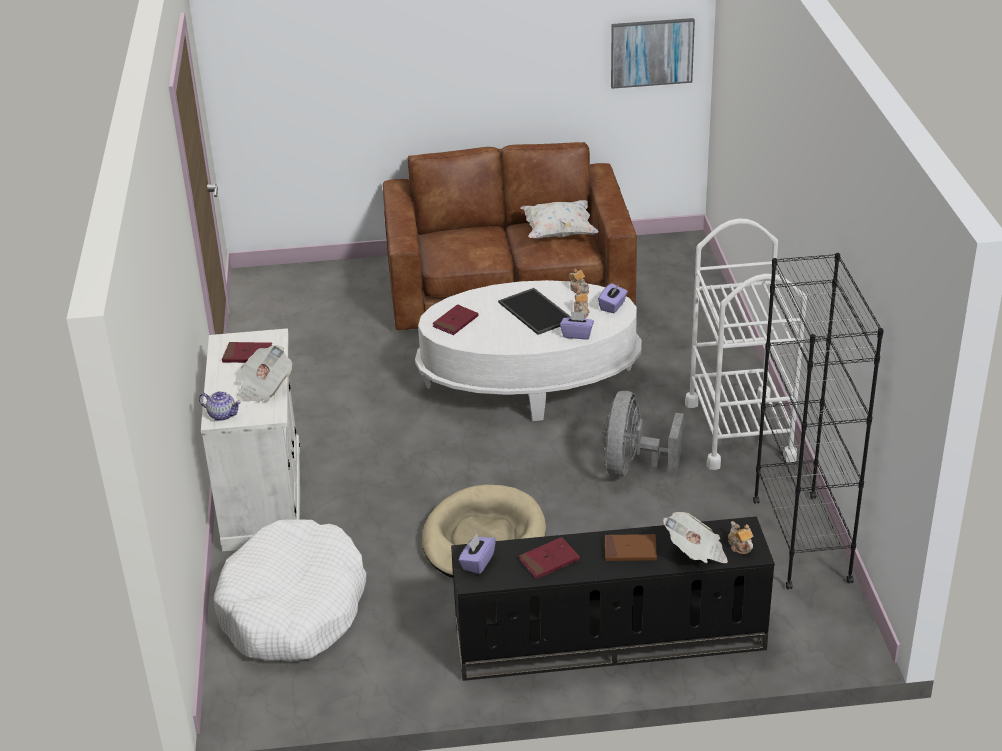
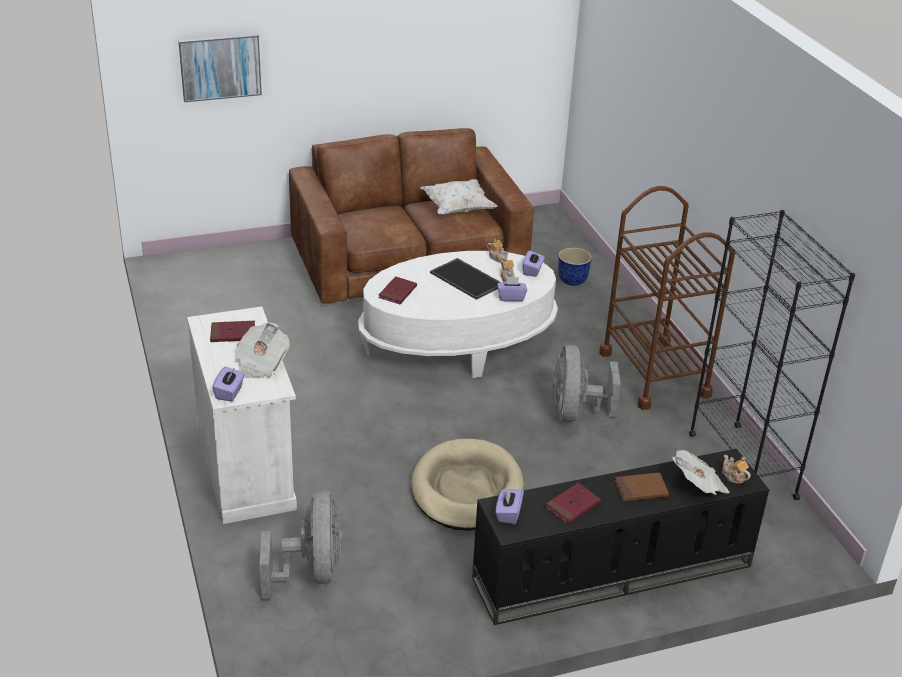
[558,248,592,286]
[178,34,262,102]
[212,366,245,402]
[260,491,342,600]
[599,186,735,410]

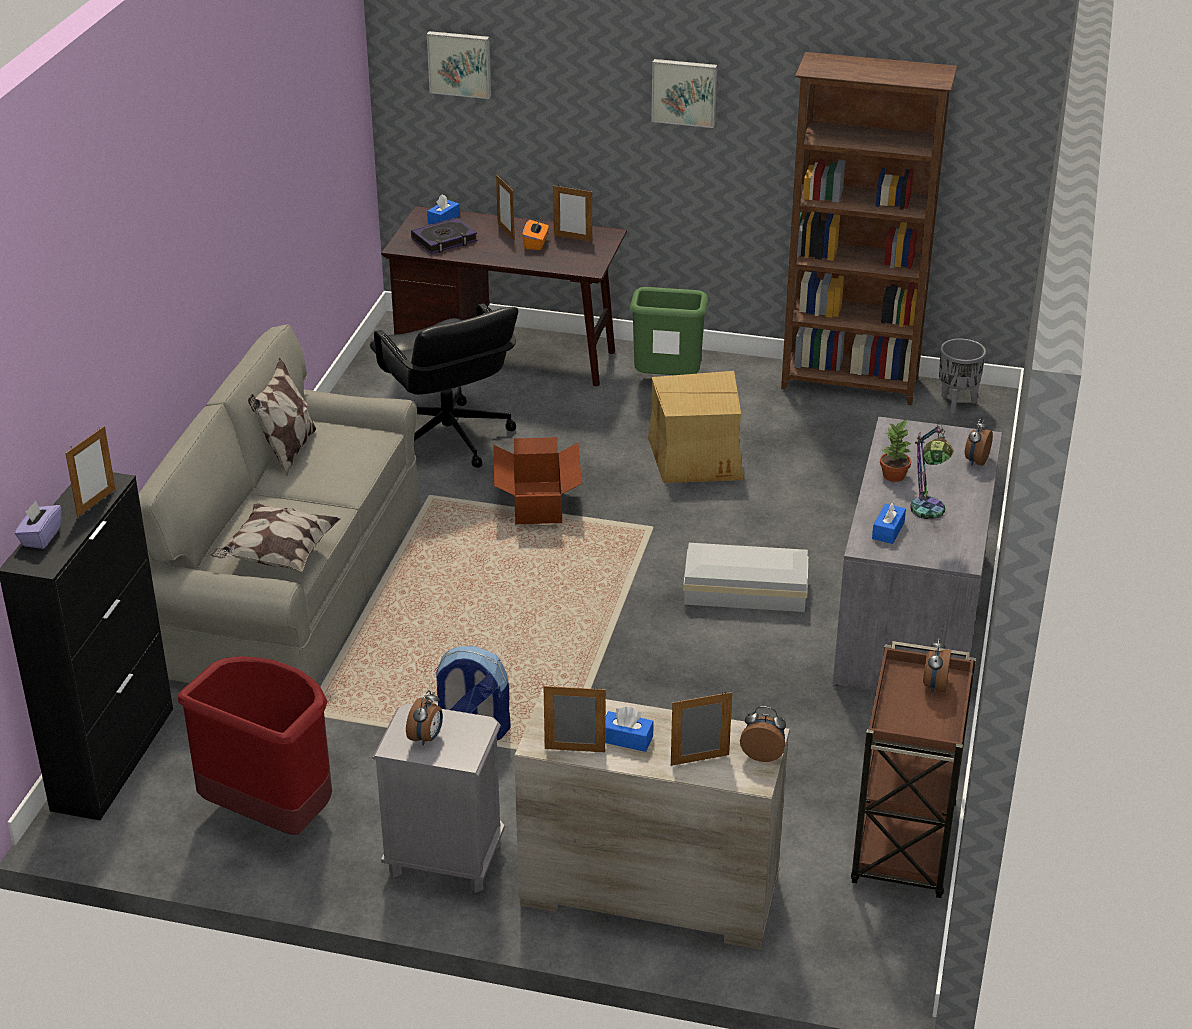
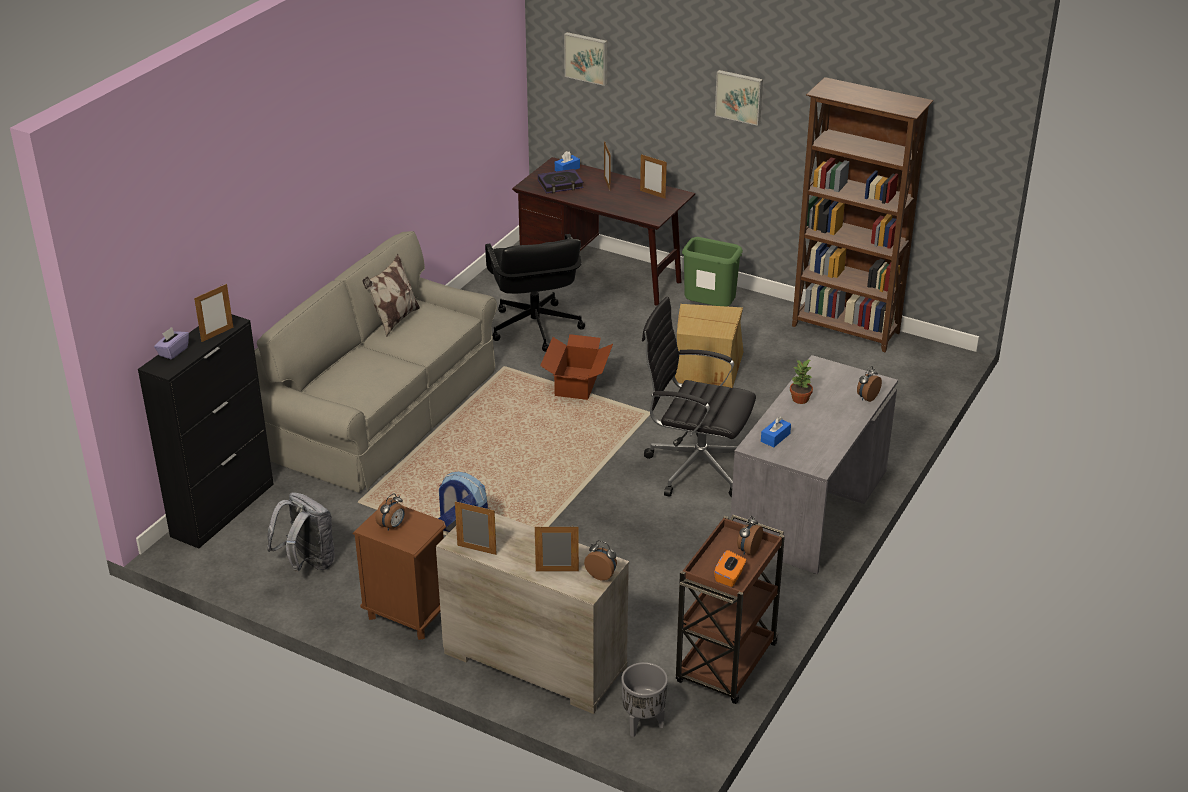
[211,503,341,572] (first image)
[605,707,654,752] (first image)
[910,422,953,519] (first image)
[714,550,746,587]
[621,662,668,737]
[267,492,335,572]
[642,297,756,498]
[352,506,446,640]

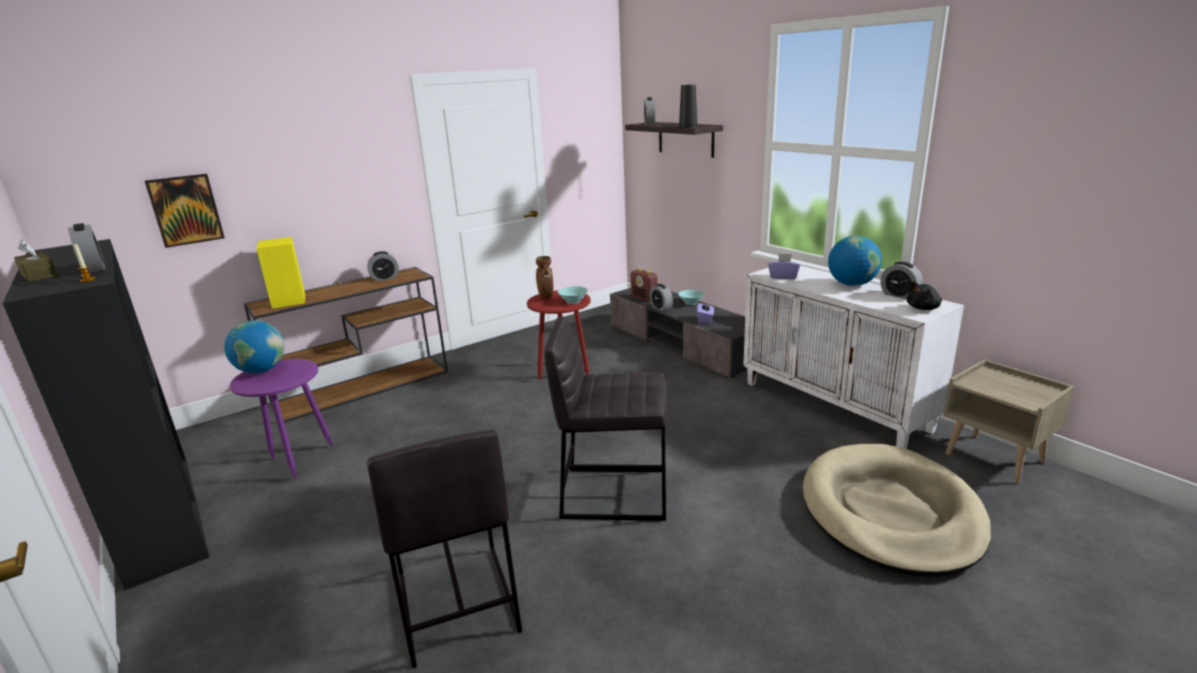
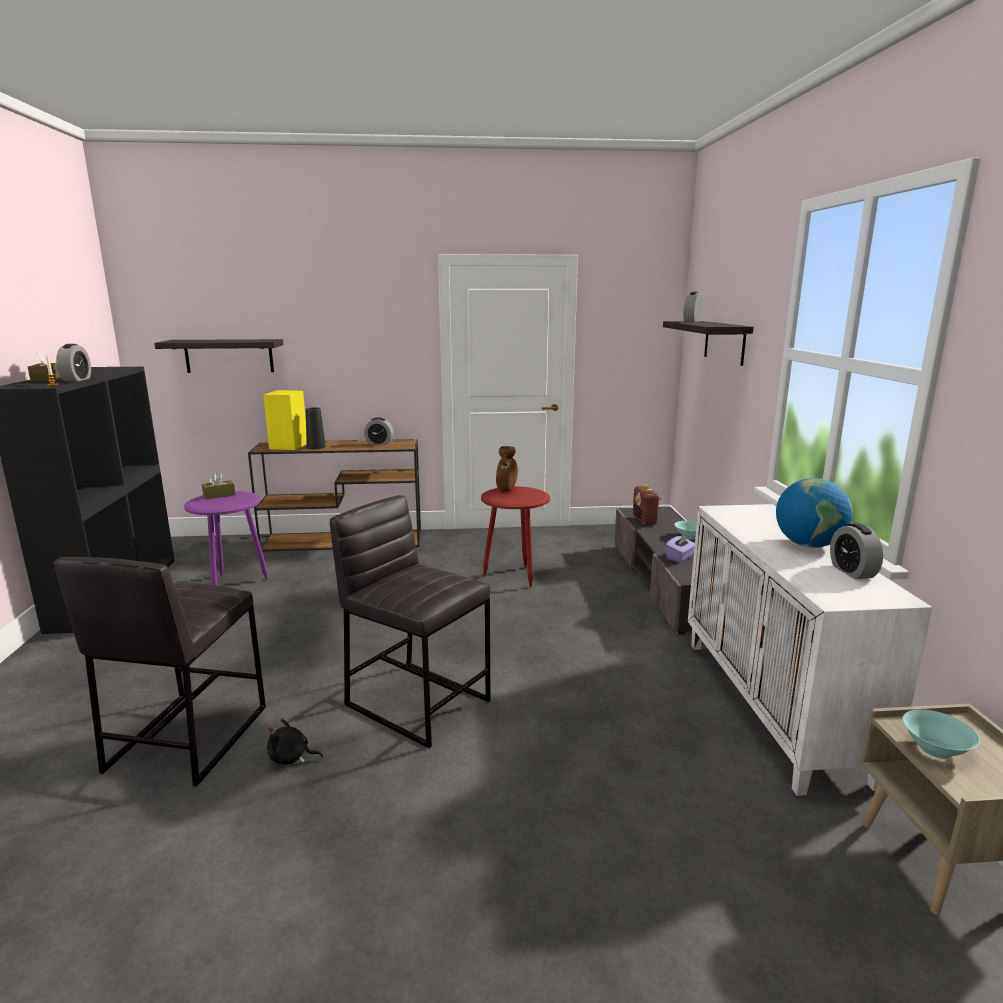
[650,284,673,311] (first image)
[768,253,800,279] (first image)
[803,444,991,577] (first image)
[903,709,980,759]
[306,407,326,449]
[267,719,323,765]
[154,339,284,373]
[202,473,236,499]

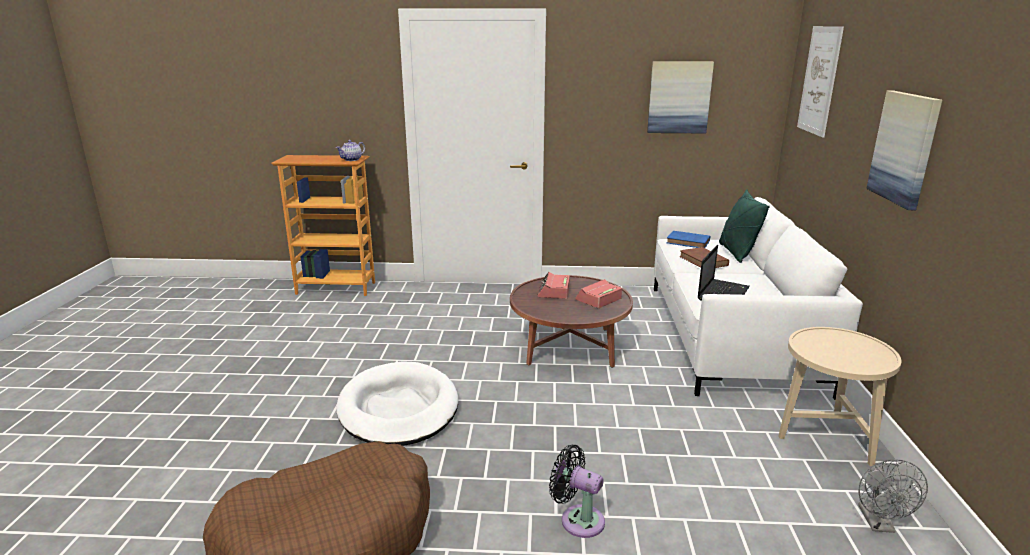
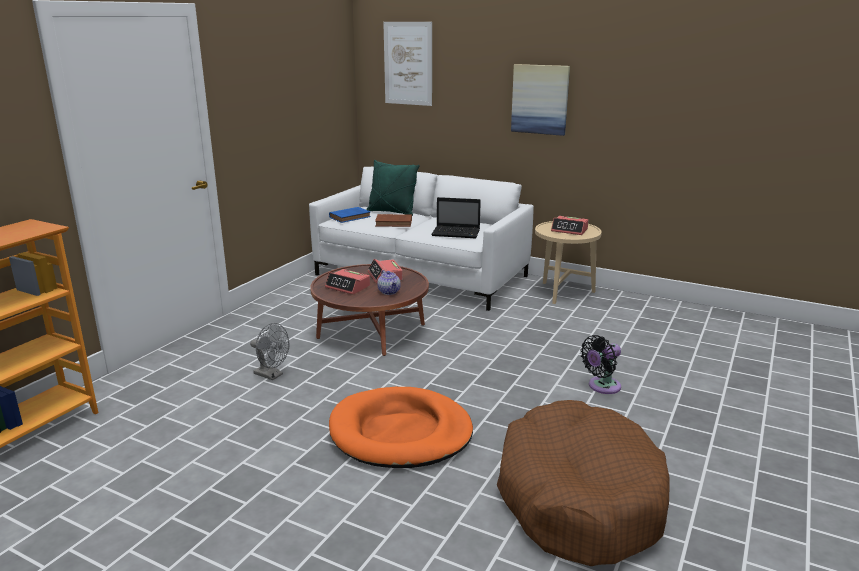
[647,61,714,133] (first image)
[551,216,588,235]
[377,270,401,295]
[250,323,289,380]
[329,387,473,468]
[431,197,481,238]

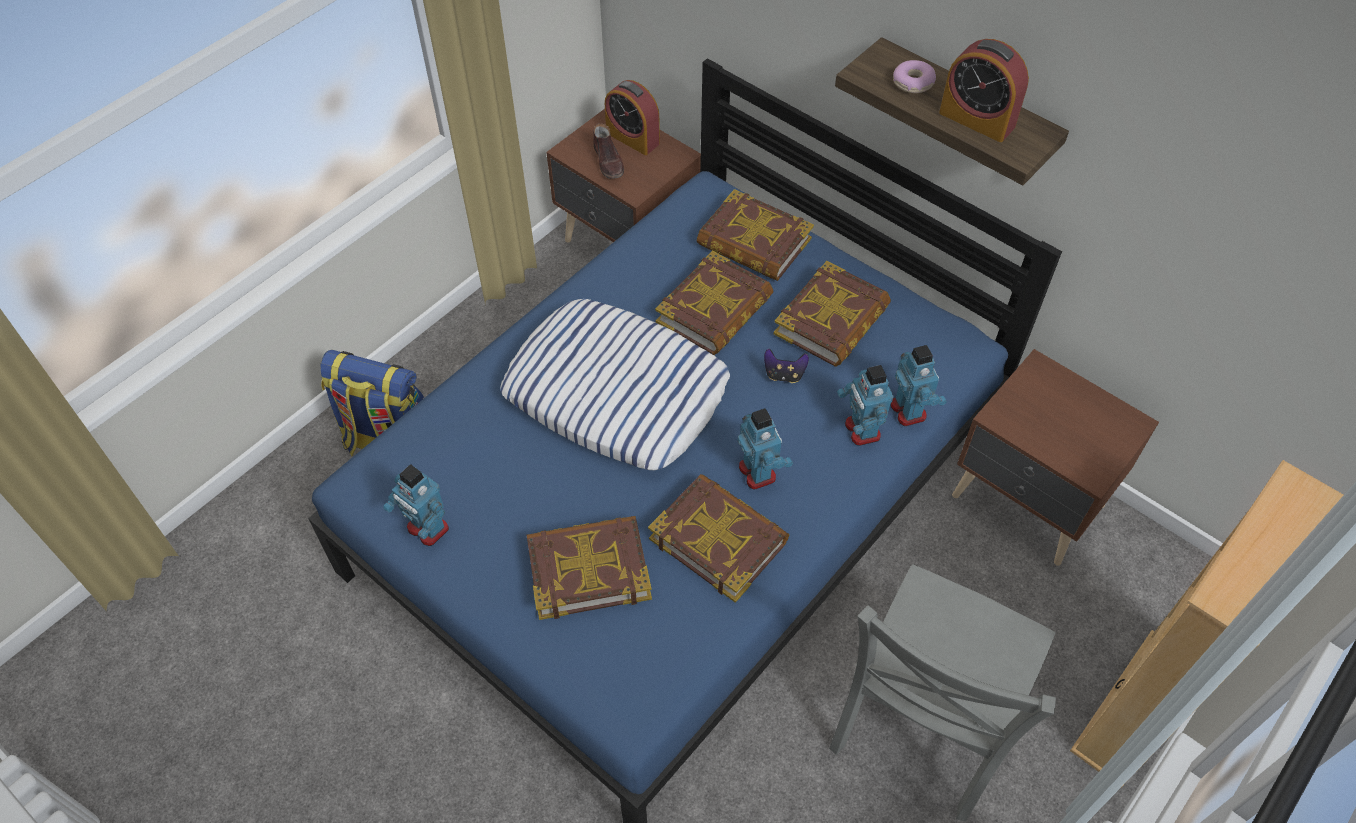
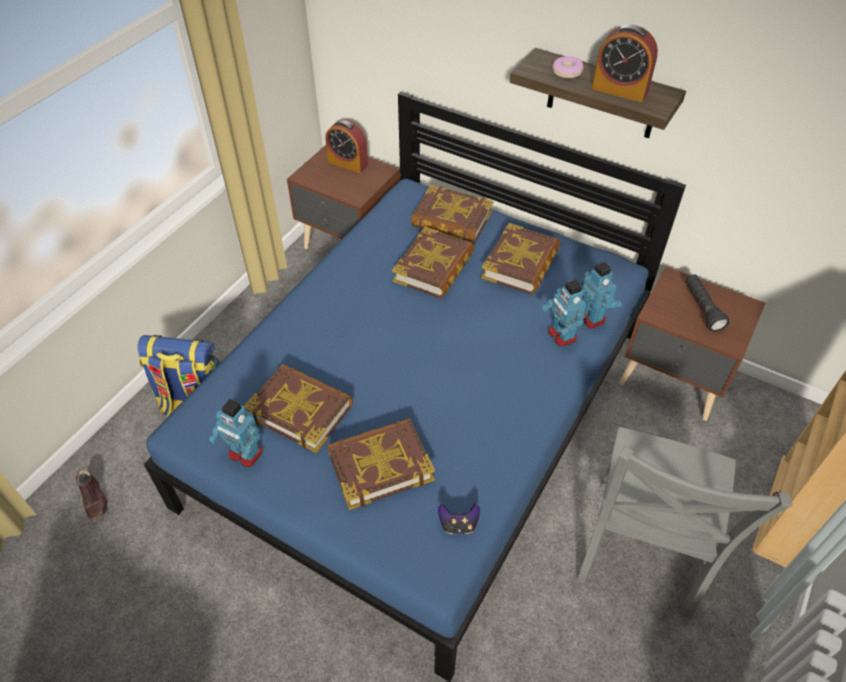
[500,299,730,470] (first image)
[738,408,793,490] (first image)
[685,274,729,332]
[76,469,107,522]
[244,364,353,453]
[438,504,480,534]

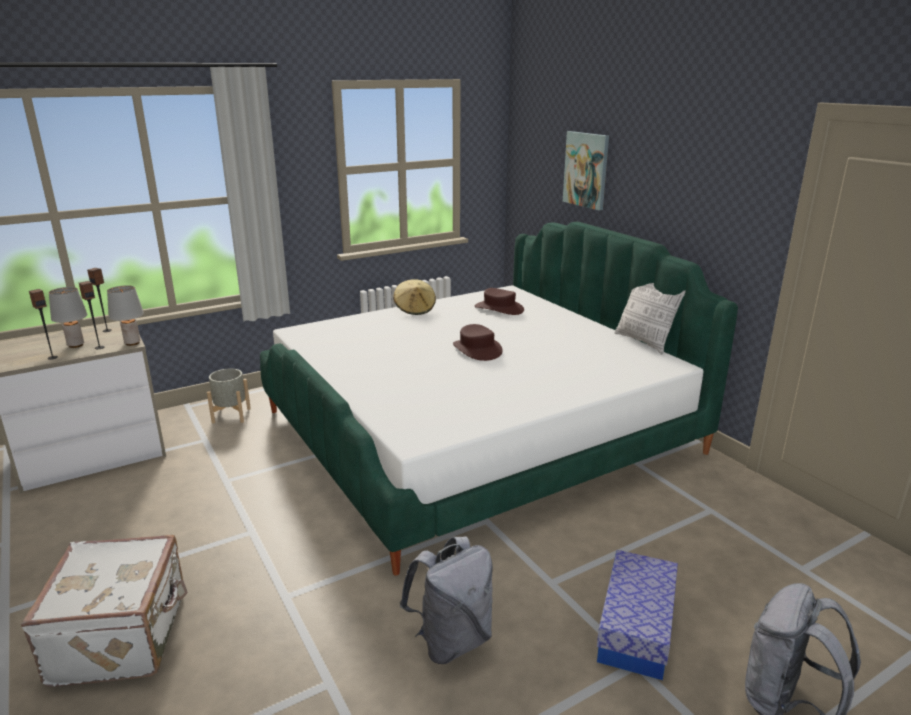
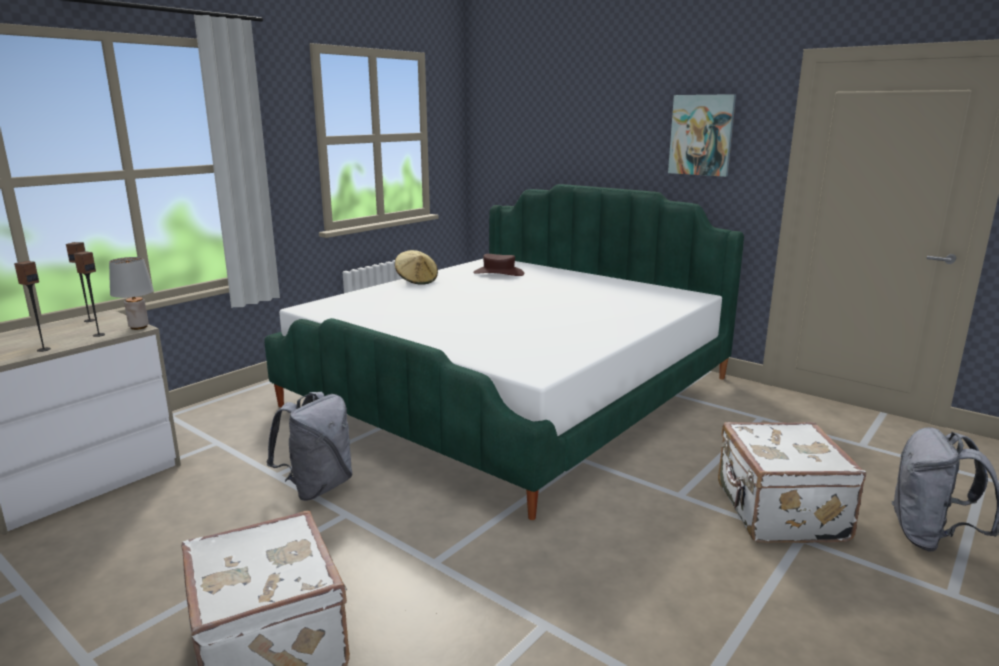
[49,287,88,348] (first image)
[207,368,251,423] (first image)
[453,324,503,361] (first image)
[614,283,686,354] (first image)
[267,392,353,501]
[668,94,736,177]
[718,422,866,543]

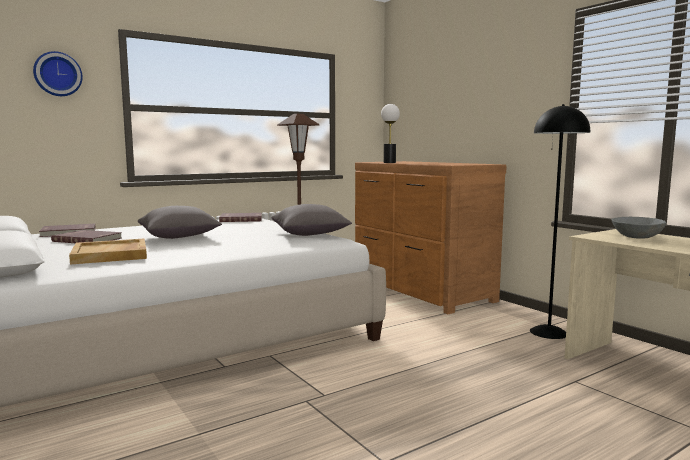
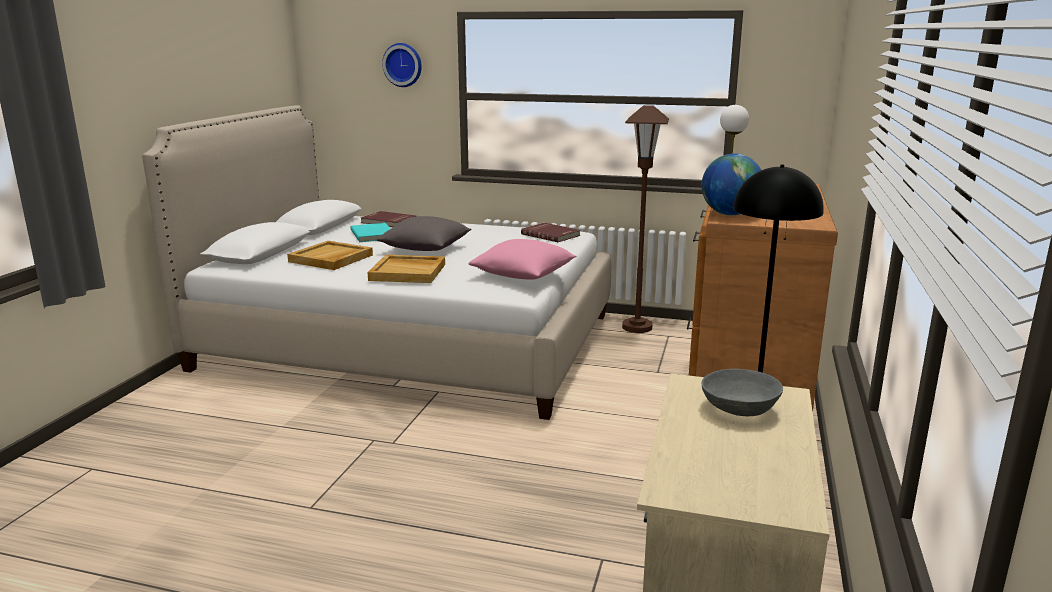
[367,255,445,283]
[702,153,761,215]
[350,223,391,242]
[468,239,577,280]

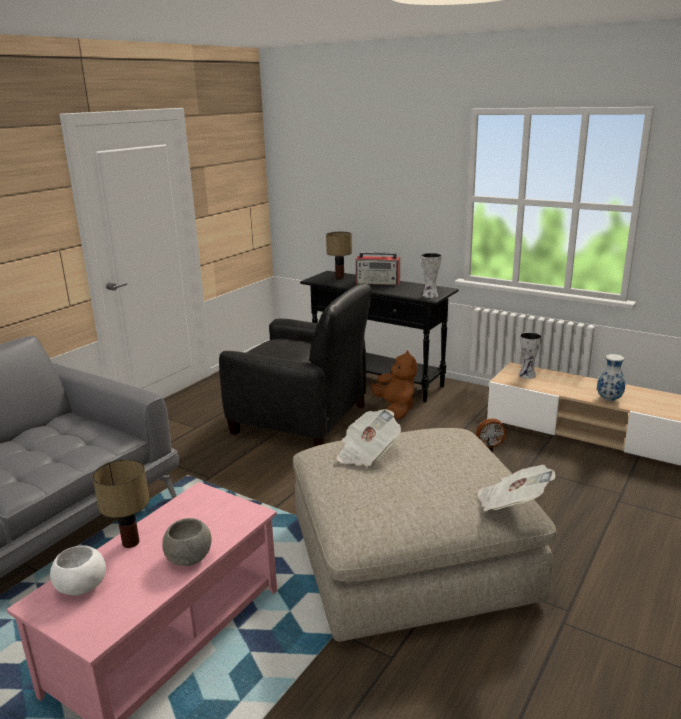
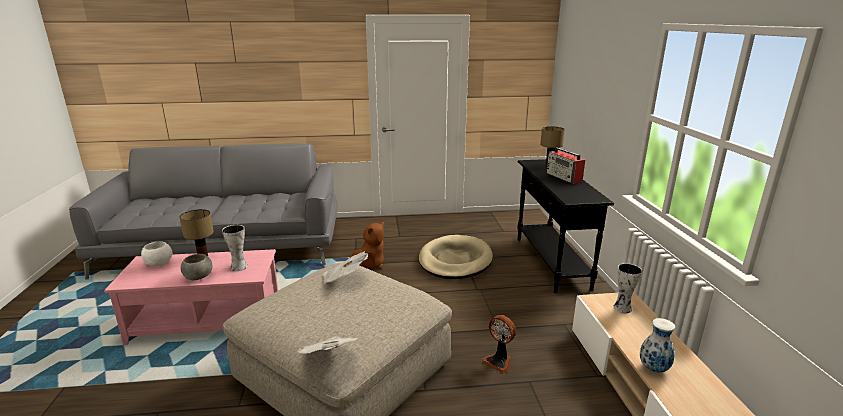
[352,222,384,269]
[222,225,248,271]
[419,235,493,279]

